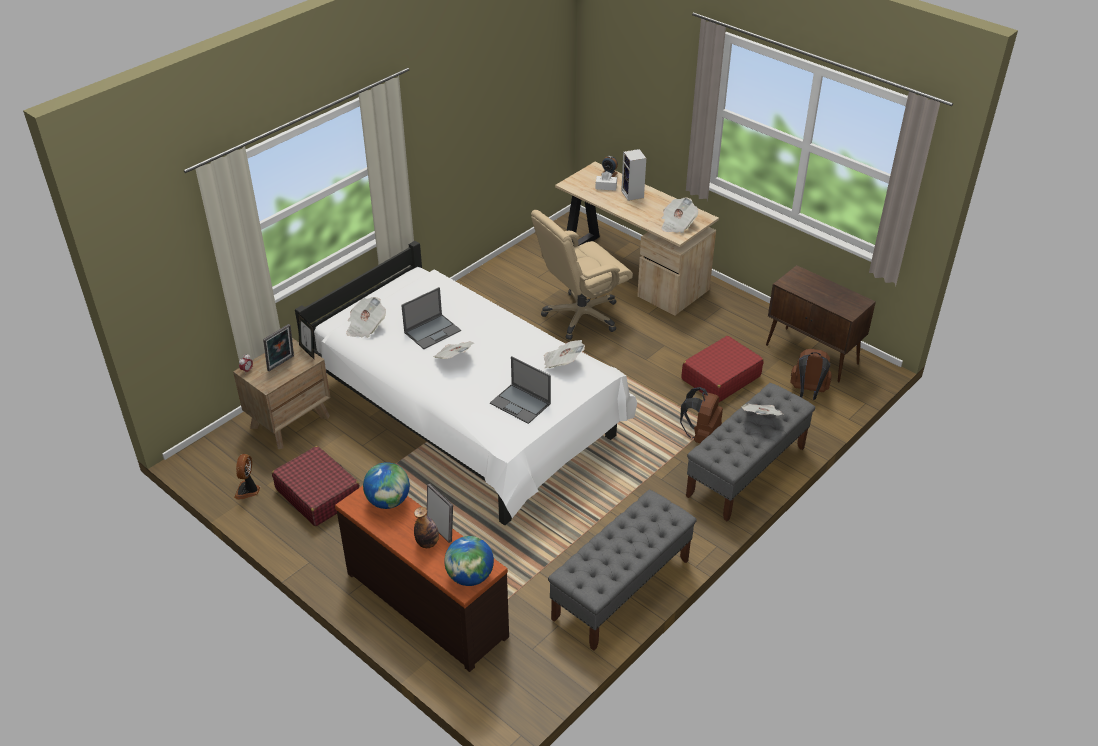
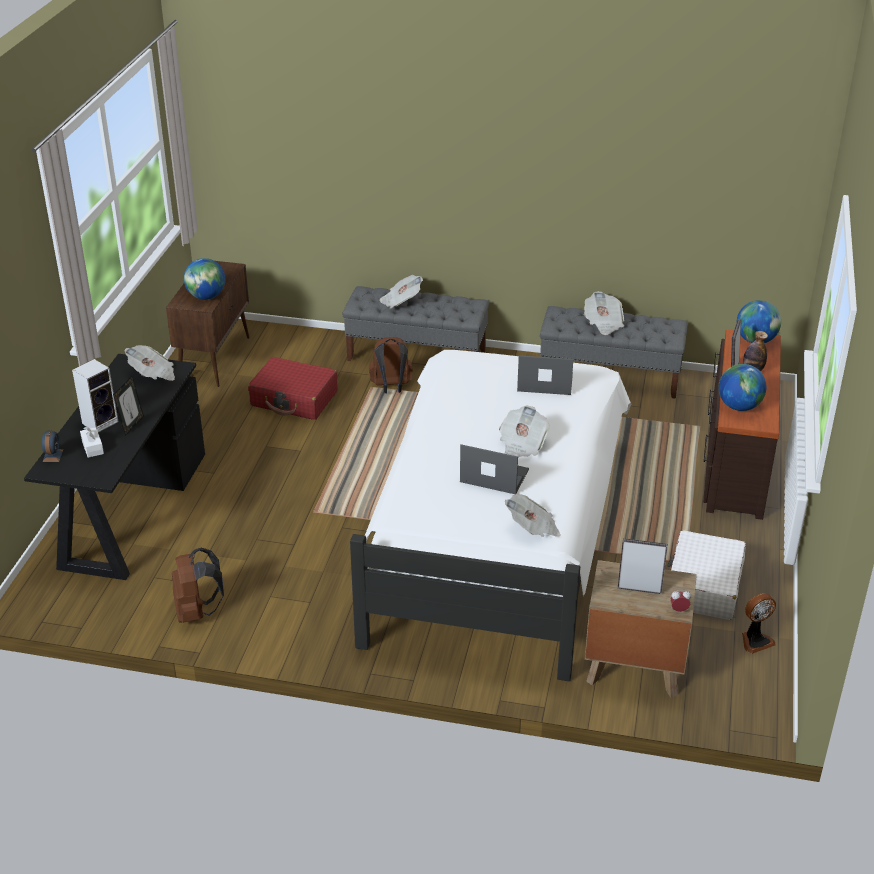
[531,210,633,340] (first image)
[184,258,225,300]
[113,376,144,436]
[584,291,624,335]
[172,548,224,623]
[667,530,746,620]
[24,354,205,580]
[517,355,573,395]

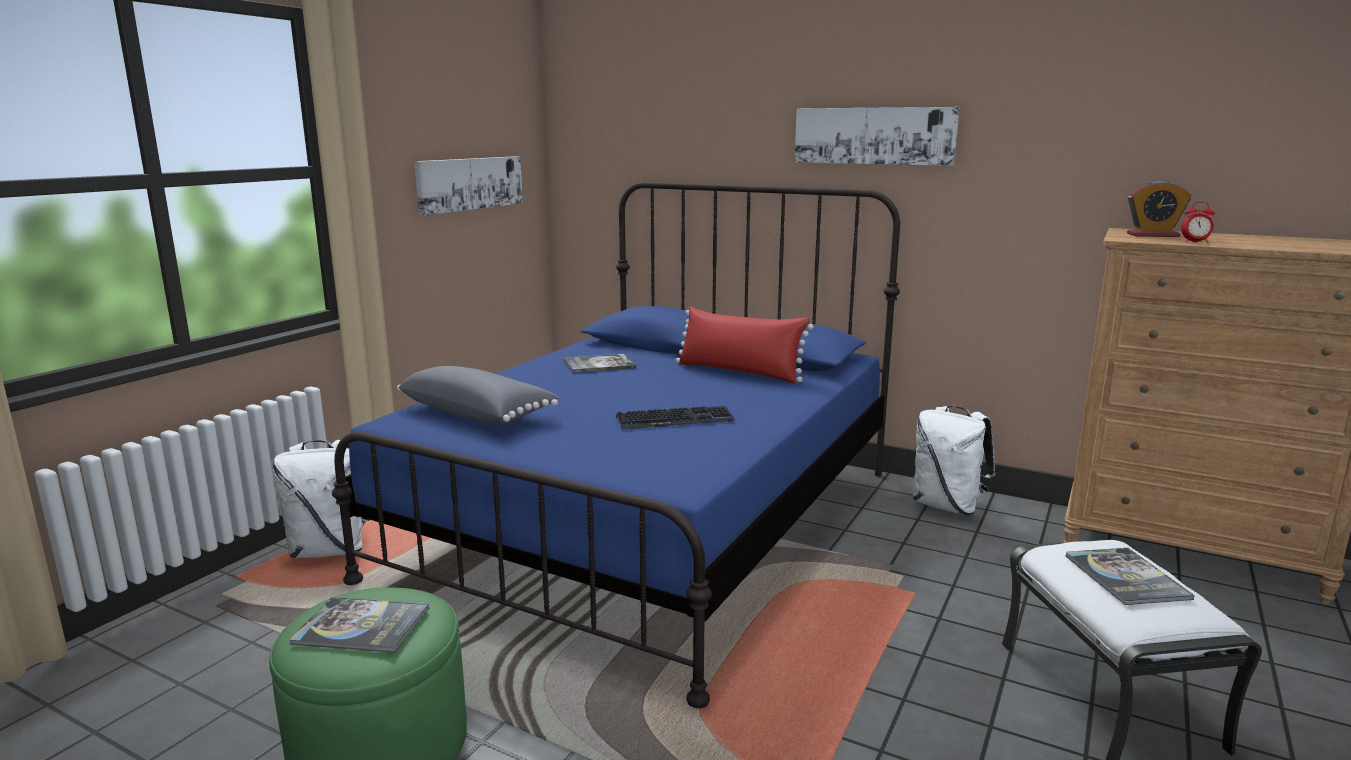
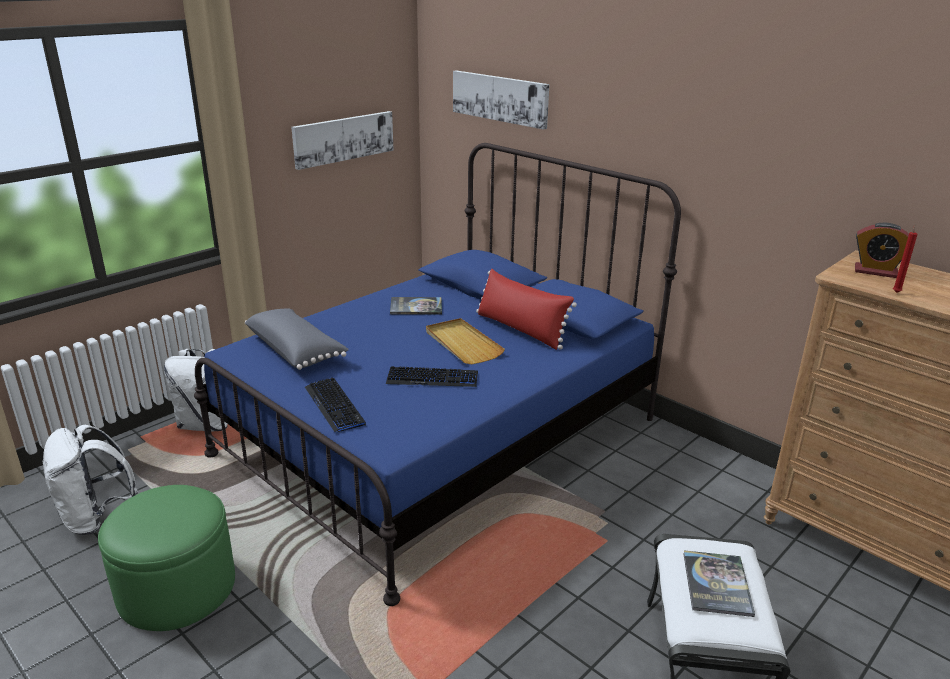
[289,597,429,653] (first image)
[305,377,366,432]
[426,318,505,364]
[453,70,549,130]
[42,425,138,535]
[893,224,917,293]

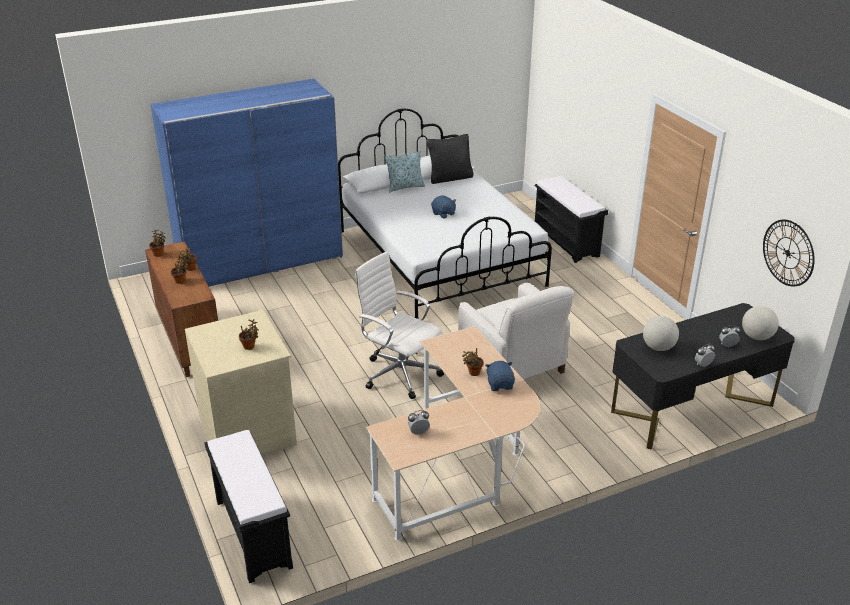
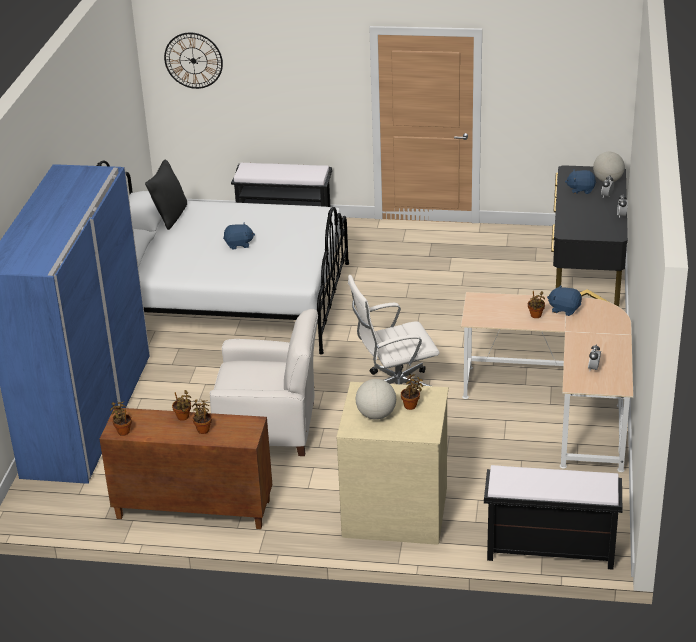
[385,151,425,192] (first image)
[565,169,596,194]
[210,309,318,456]
[356,379,396,420]
[164,33,223,89]

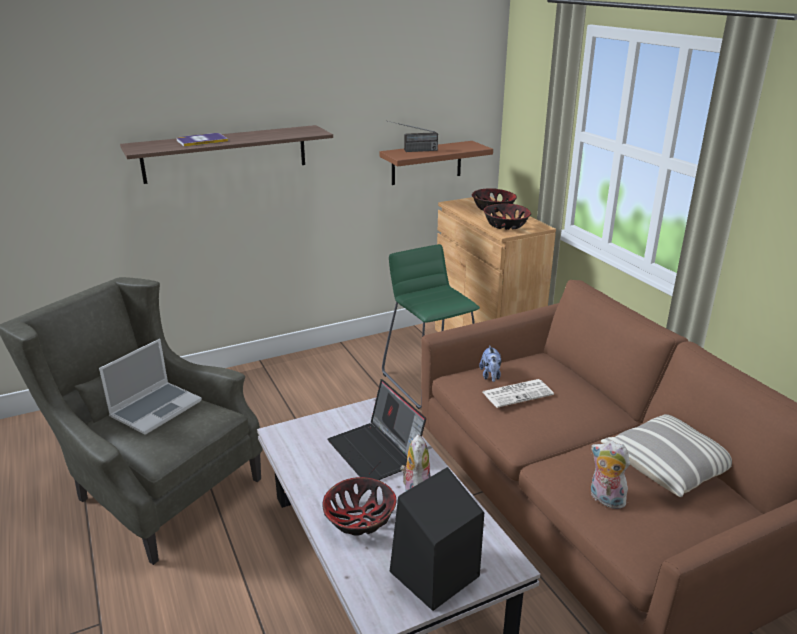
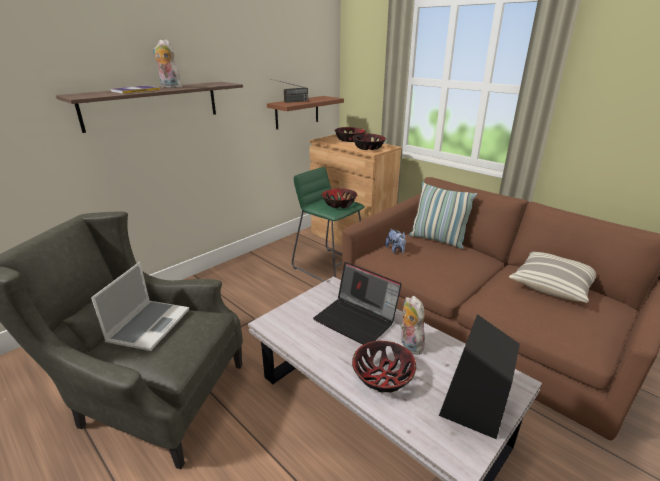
[483,379,554,408] (first image)
[321,188,357,208]
[409,182,477,249]
[153,39,182,88]

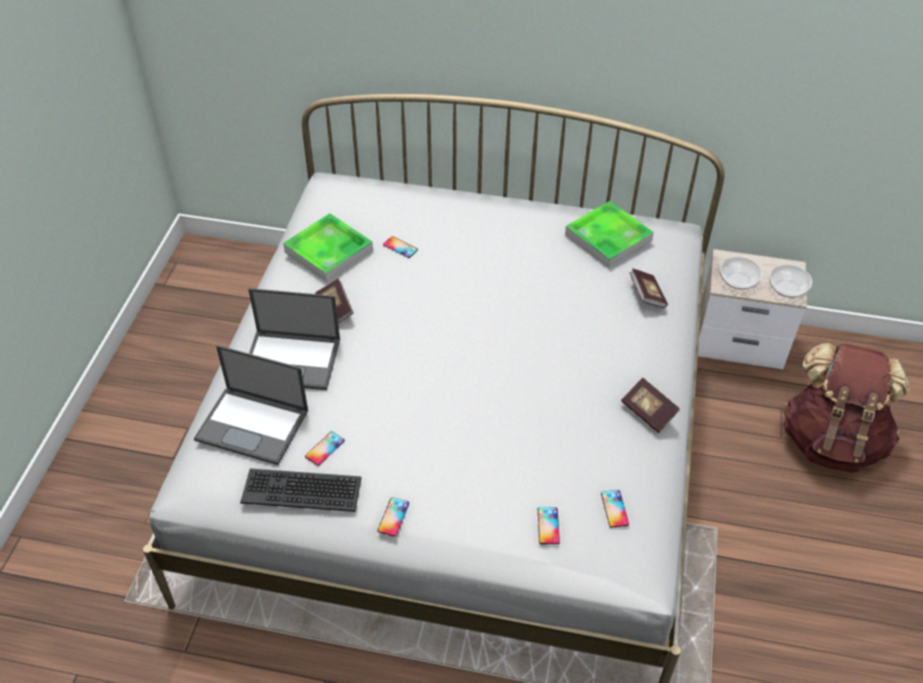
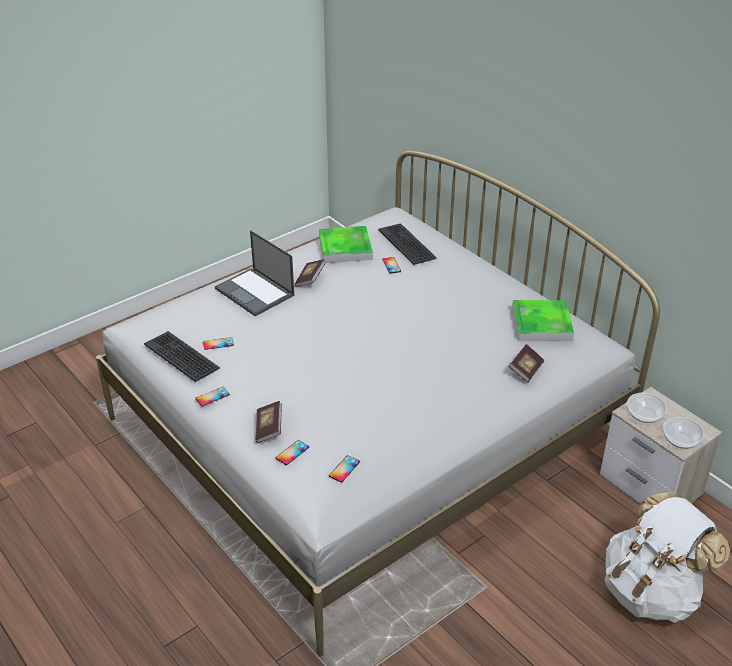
[194,345,308,465] (first image)
[378,223,437,265]
[255,401,282,443]
[605,492,730,623]

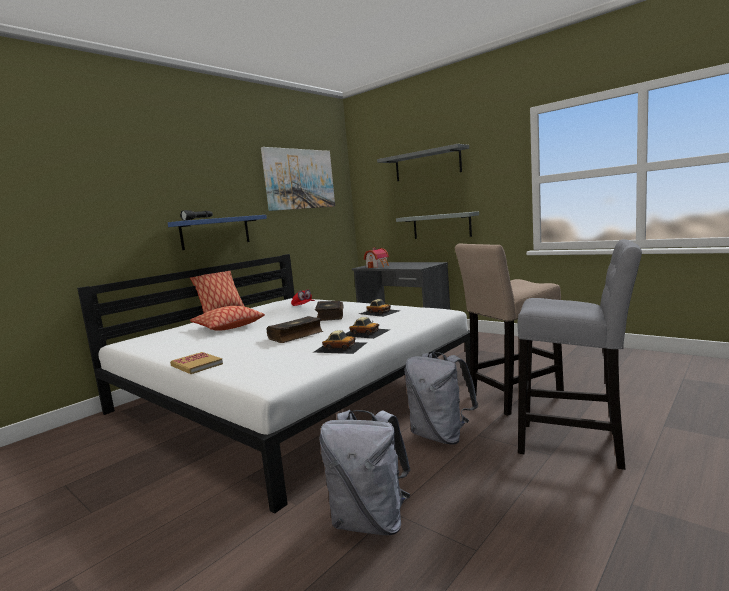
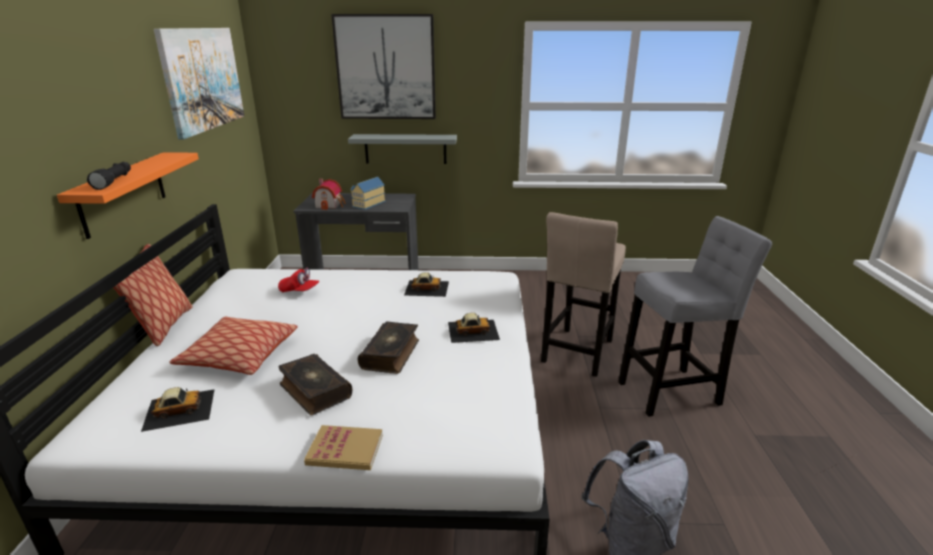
[404,352,478,445] (first image)
[351,177,386,210]
[141,387,215,432]
[278,354,352,415]
[331,14,436,119]
[57,152,199,239]

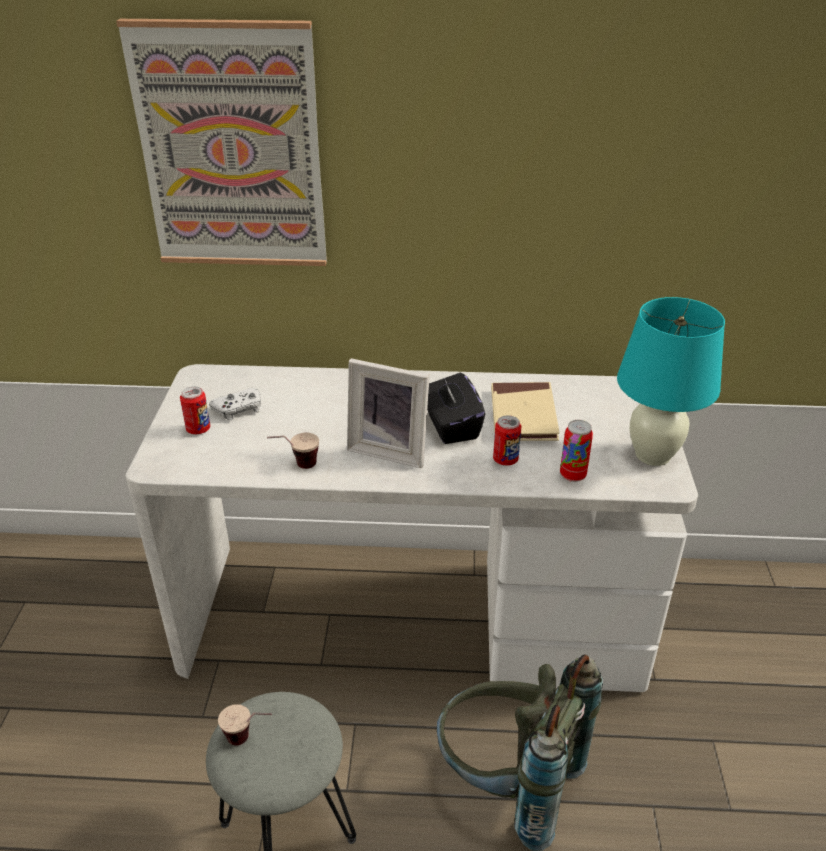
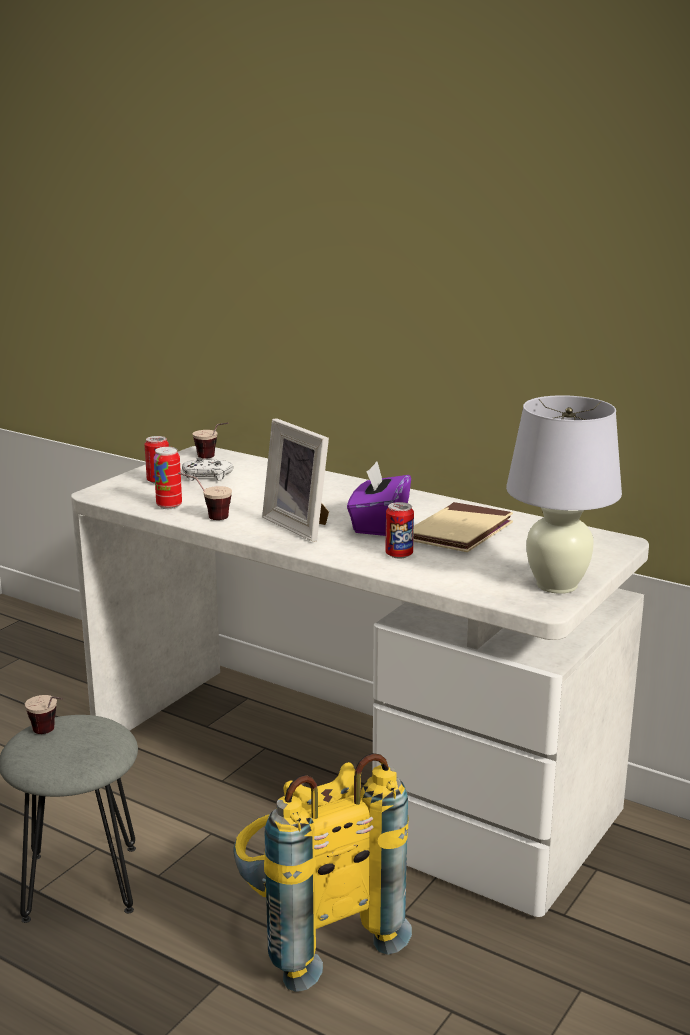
[116,19,327,266] (first image)
[193,422,228,459]
[154,447,182,509]
[347,461,411,536]
[233,753,412,992]
[506,395,622,594]

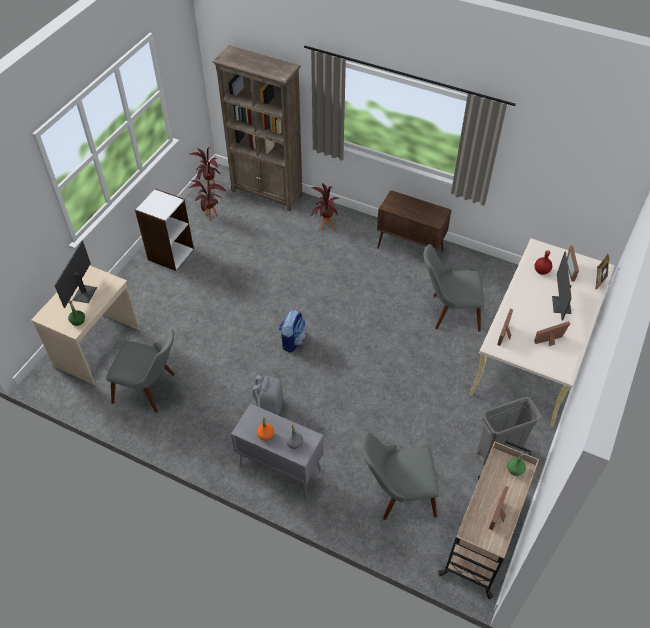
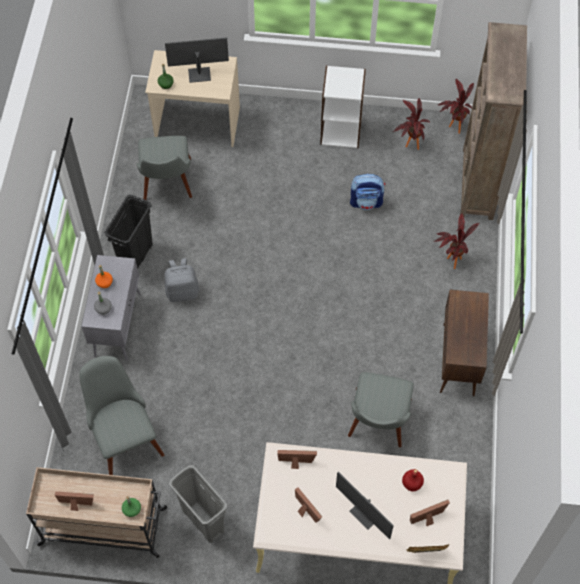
[104,195,153,269]
[350,174,385,210]
[348,372,414,447]
[336,472,394,539]

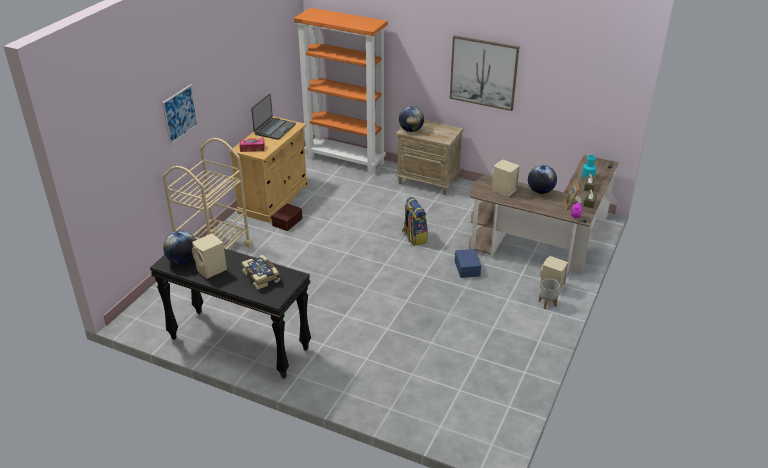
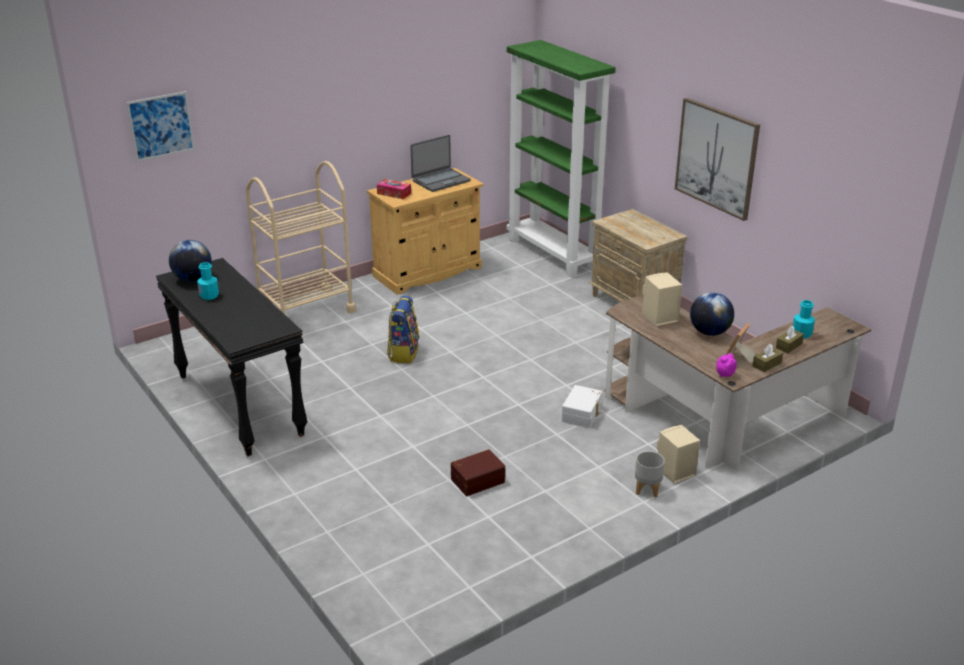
[241,255,280,290] (first image)
[399,106,424,132] (first image)
[126,91,195,162]
[451,449,505,496]
[387,296,419,363]
[197,262,219,300]
[507,40,615,277]
[562,385,603,428]

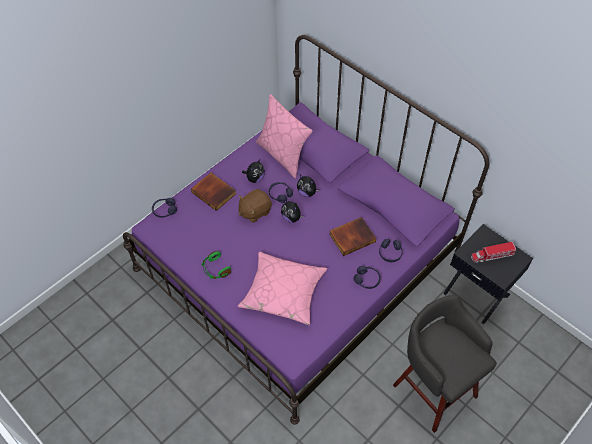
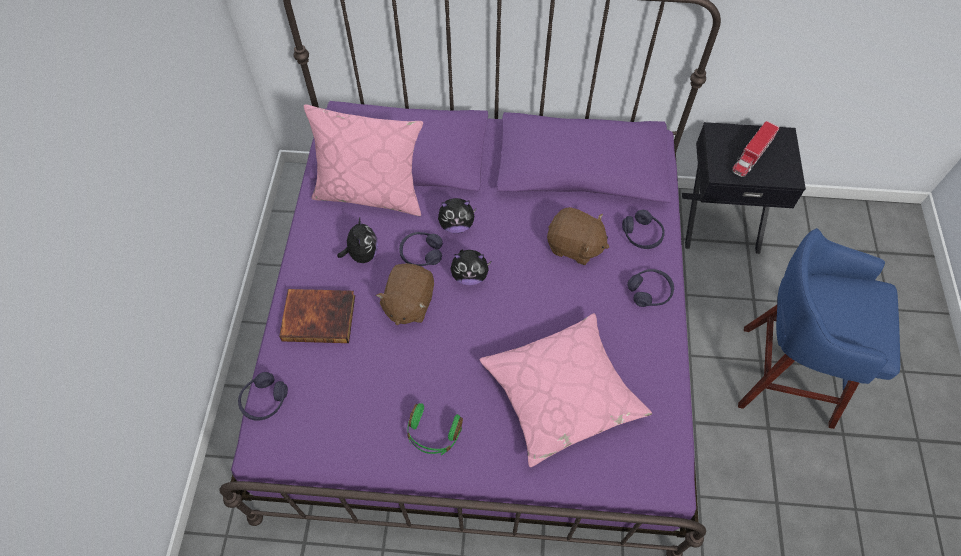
[547,207,609,265]
[738,228,900,429]

